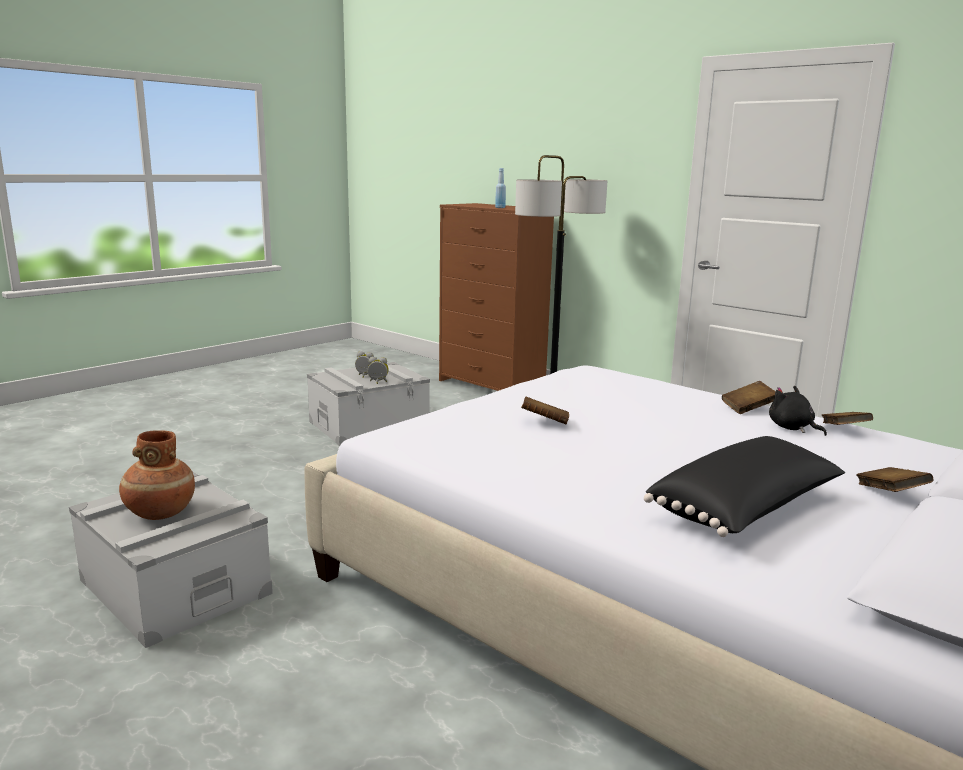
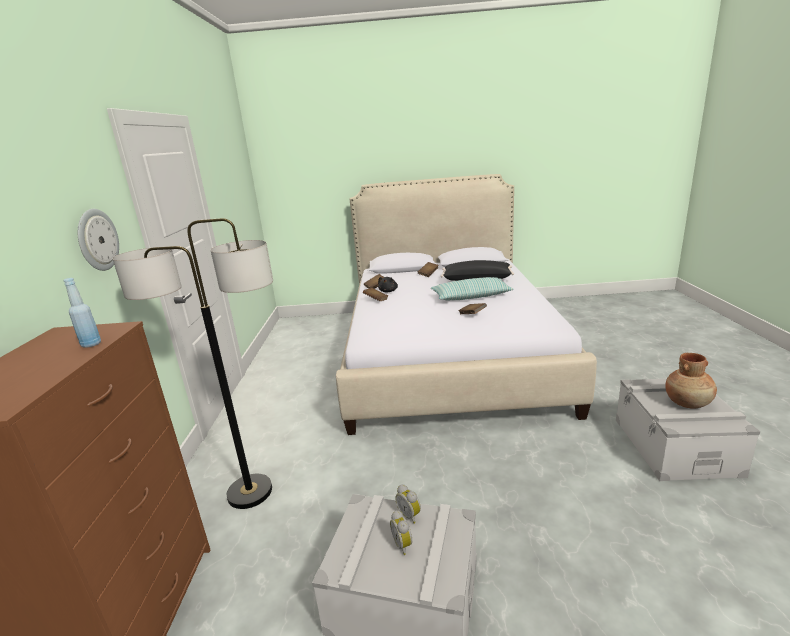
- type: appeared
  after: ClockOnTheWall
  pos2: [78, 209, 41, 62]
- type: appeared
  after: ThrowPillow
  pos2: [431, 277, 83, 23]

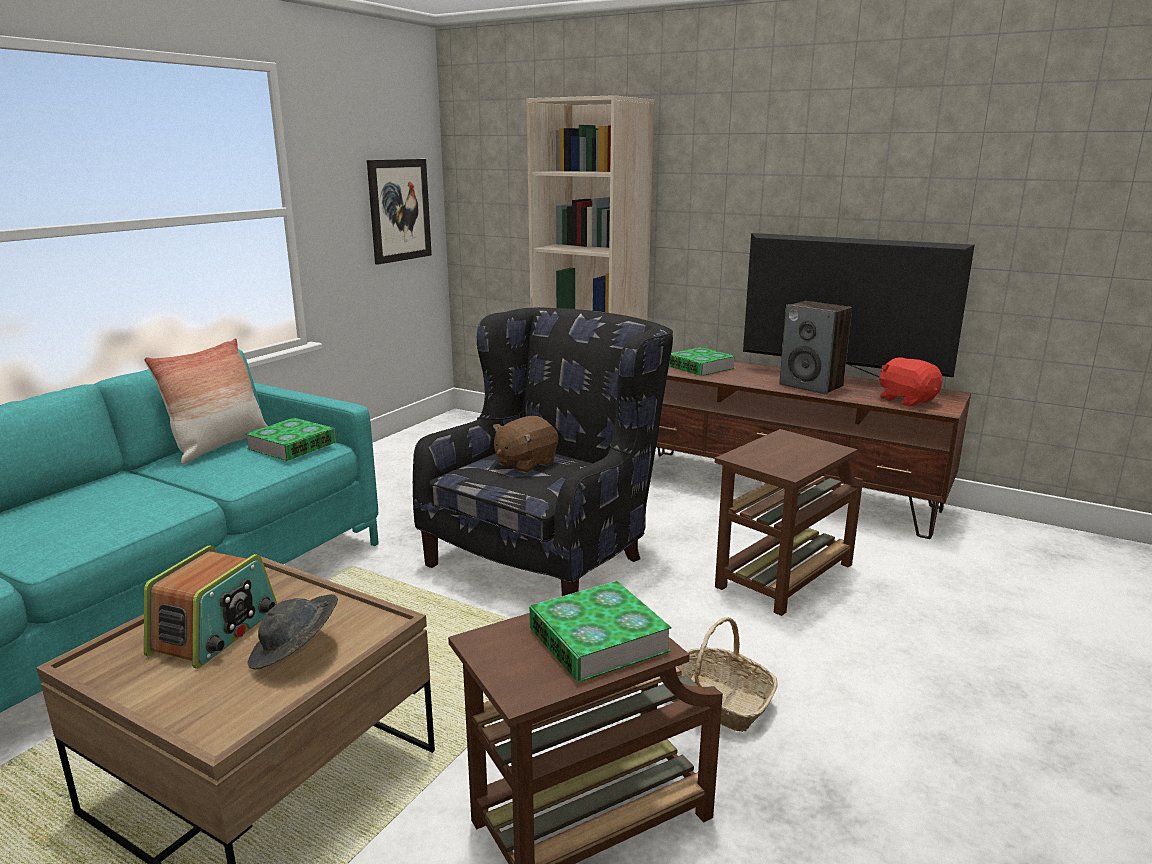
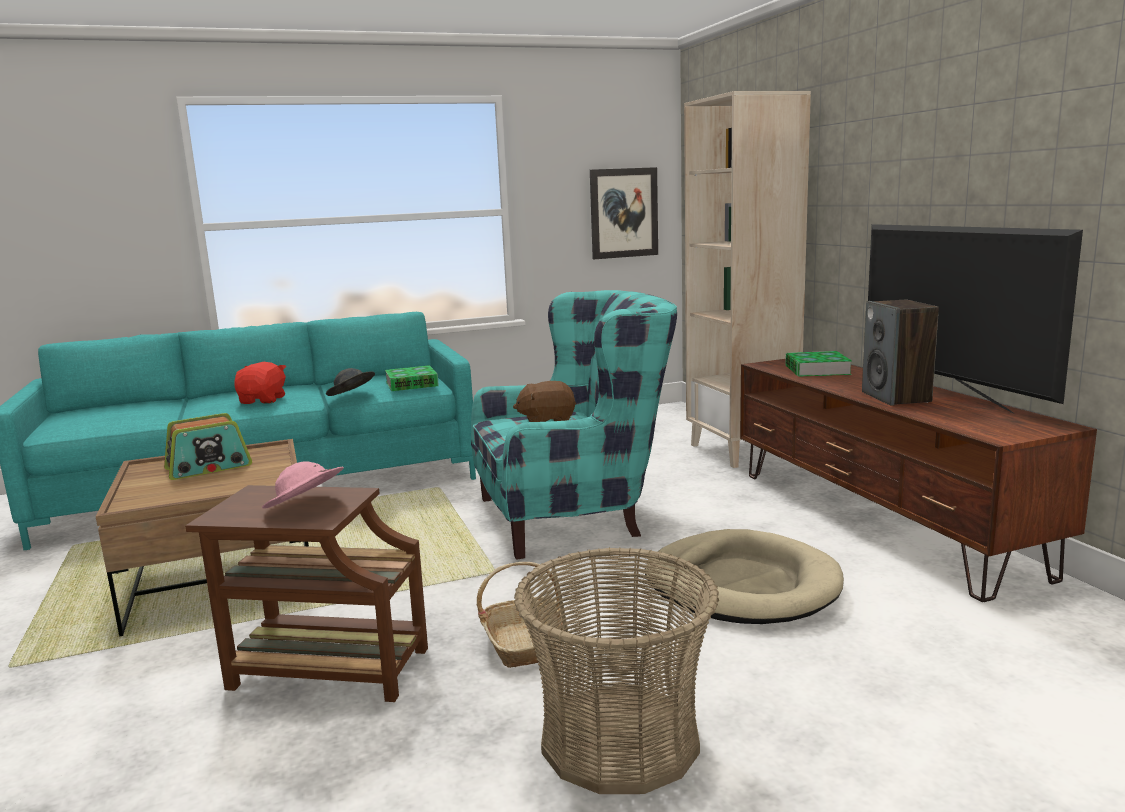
- type: relocated
  before: RedCuddlyToy
  pos1: [879, 357, 64, 50]
  pos2: [235, 362, 51, 42]
- type: exchanged
  before: BoundBook
  after: PinkWearableHat
  pos1: [529, 581, 142, 101]
  pos2: [262, 461, 82, 48]
- type: relocated
  before: GreyishWearableHat
  pos1: [248, 594, 90, 75]
  pos2: [326, 368, 49, 28]
- type: colour
  before: BlackishEasyChair
  after: TurquoiseColouredEasyChair
  pos1: [413, 307, 260, 289]
  pos2: [471, 290, 206, 270]
- type: appeared
  after: HouseholdBasket
  pos2: [514, 547, 205, 247]
- type: exchanged
  before: BrownColouredAccentTable
  after: BeigePetBed
  pos1: [715, 429, 148, 187]
  pos2: [645, 529, 199, 95]
- type: missing
  before: ThrowPillow
  pos1: [144, 338, 124, 126]

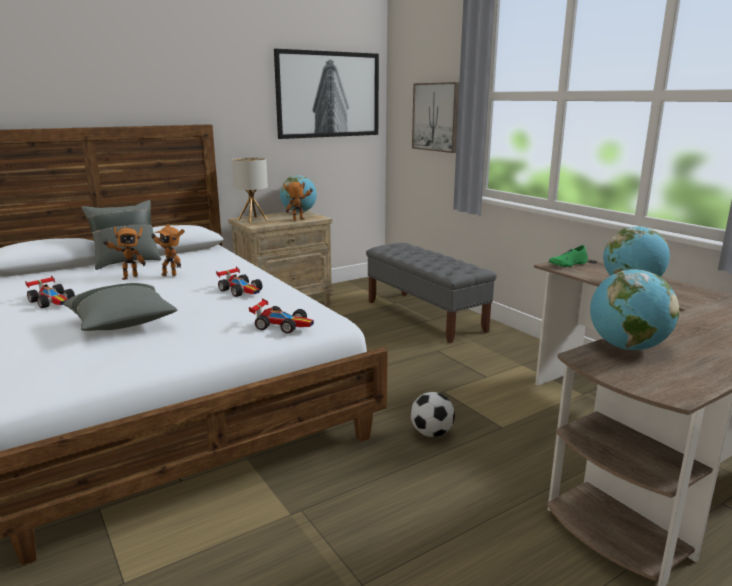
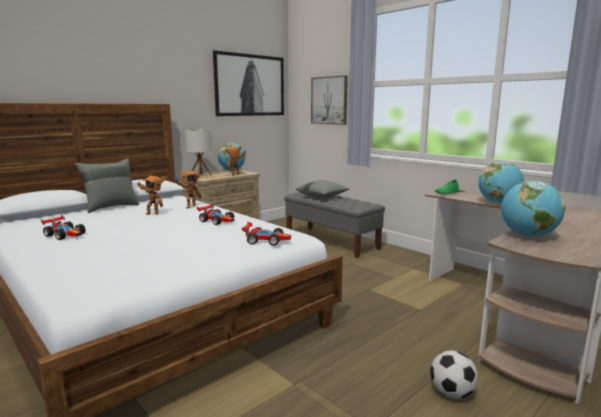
- type: relocated
  before: RobotFigure
  pos1: [102, 226, 44, 54]
  pos2: [175, 170, 26, 38]
- type: relocated
  before: GreyishThrowPillow
  pos1: [63, 283, 115, 48]
  pos2: [296, 180, 53, 18]
- type: relocated
  before: Football
  pos1: [410, 392, 45, 45]
  pos2: [430, 351, 48, 48]

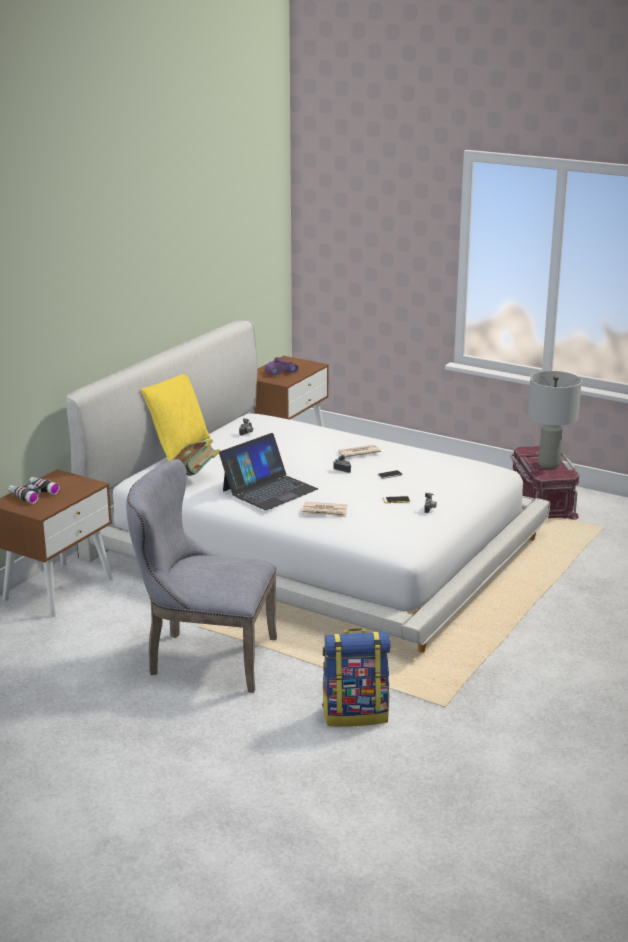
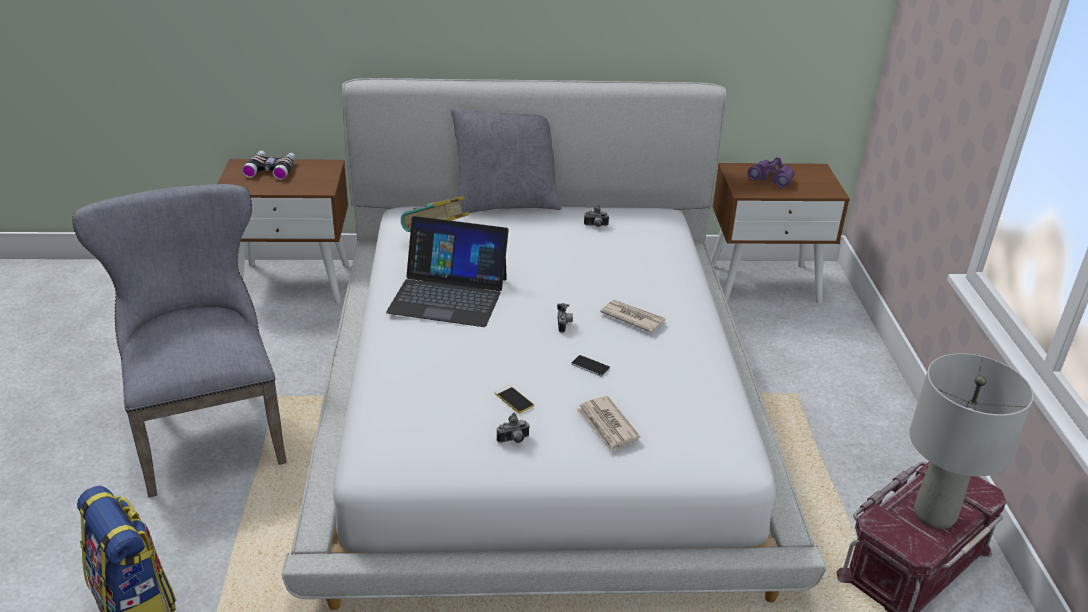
- type: colour
  before: YellowishThrowPillow
  after: GreyishThrowPillow
  pos1: [141, 374, 69, 87]
  pos2: [451, 108, 110, 105]
- type: relocated
  before: DailyPaper
  pos1: [302, 502, 45, 15]
  pos2: [576, 396, 64, 56]

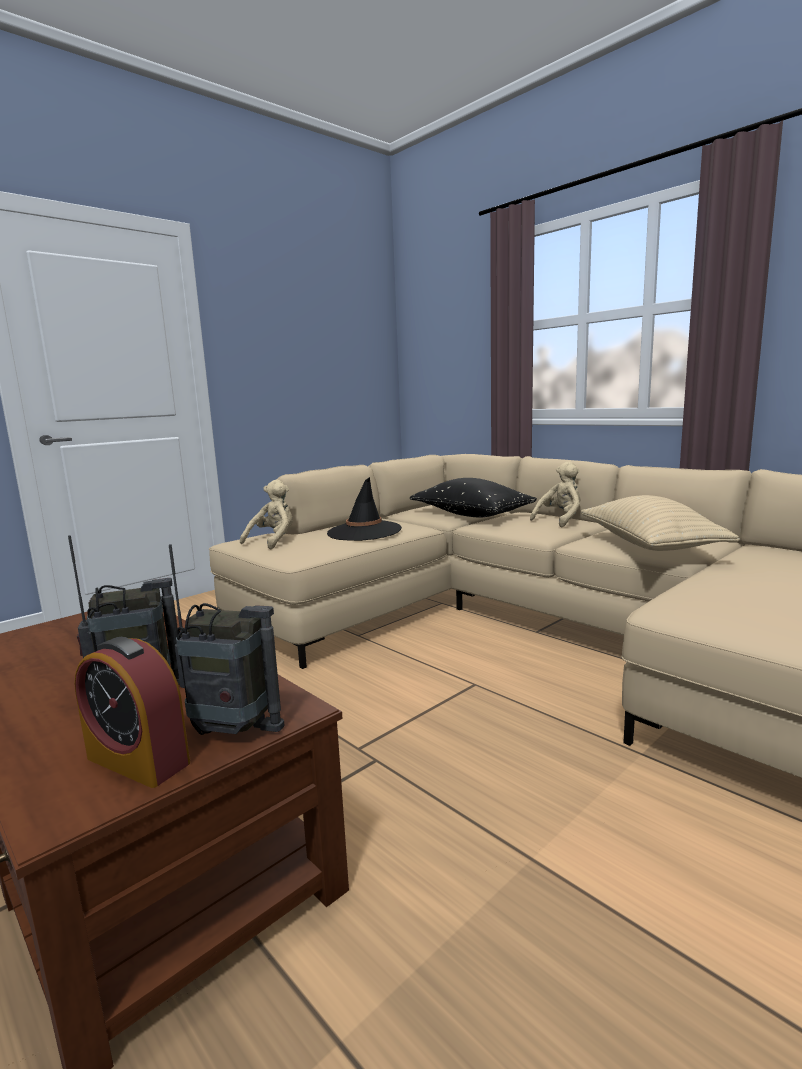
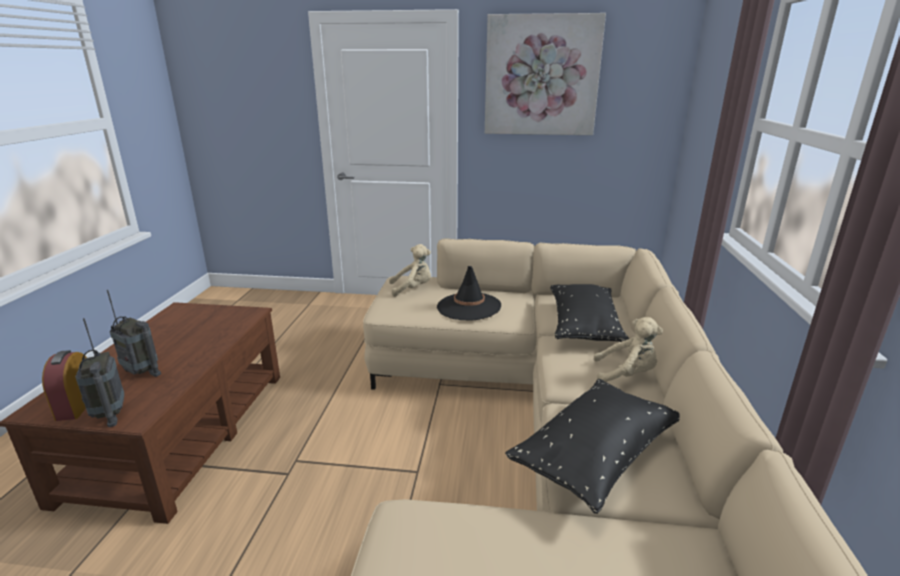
- type: appeared
  after: Picture
  pos2: [485, 13, 121, 122]
- type: colour
  before: BeigeThrowPillow
  after: BlackishThrowPillow
  pos1: [581, 495, 159, 56]
  pos2: [505, 379, 175, 135]

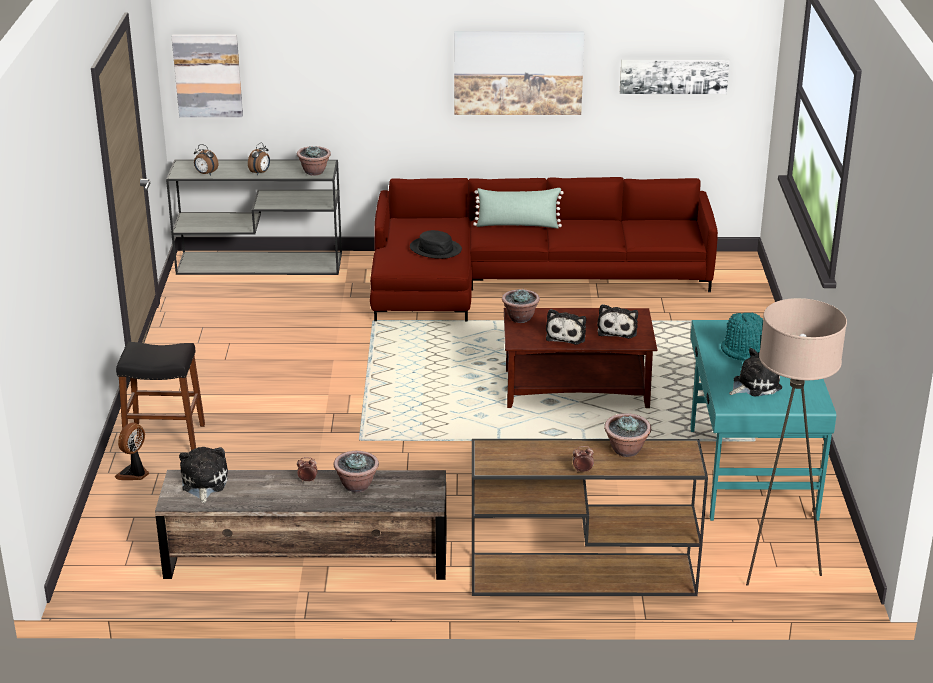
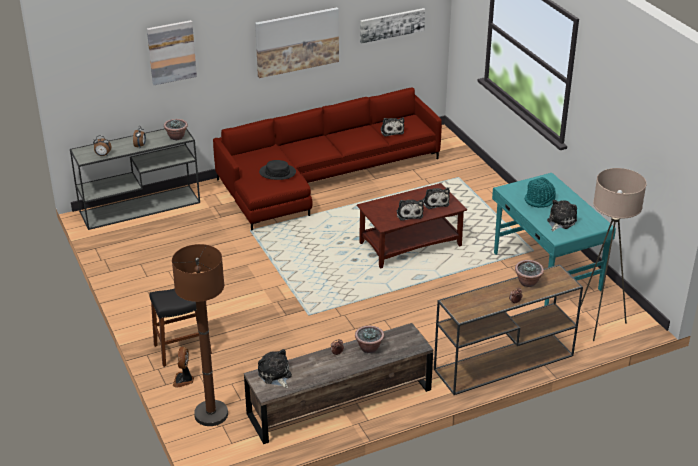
- type: relocated
  before: Picture
  pos1: [171, 34, 72, 83]
  pos2: [147, 20, 50, 65]
- type: appeared
  after: BrownColouredStandingLamp
  pos2: [172, 244, 56, 182]
- type: appeared
  after: CuddlyToy
  pos2: [380, 118, 24, 19]
- type: missing
  before: GreenColouredThrowPillow
  pos1: [473, 188, 91, 40]
- type: missing
  before: Houseplant
  pos1: [502, 289, 38, 34]

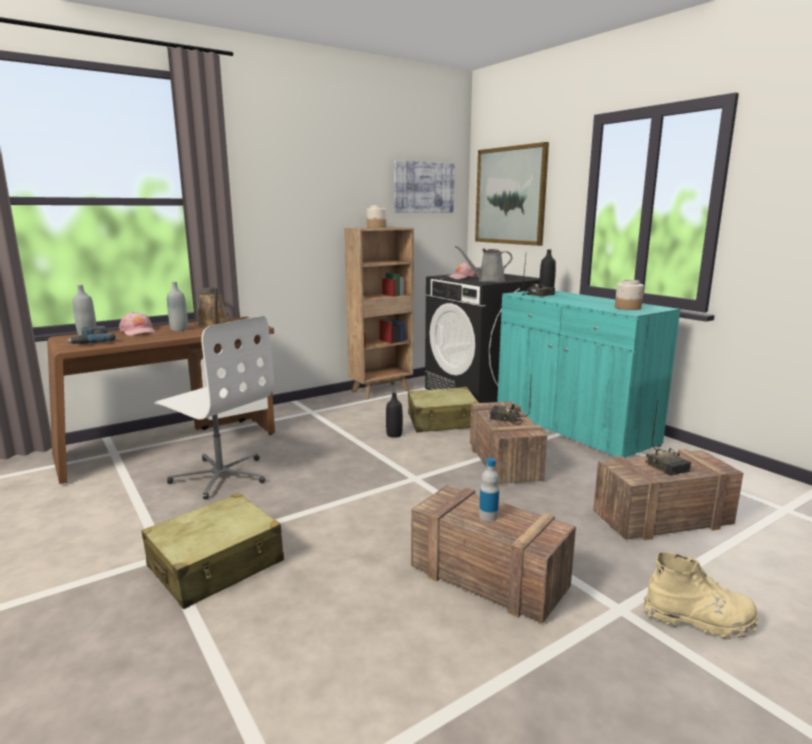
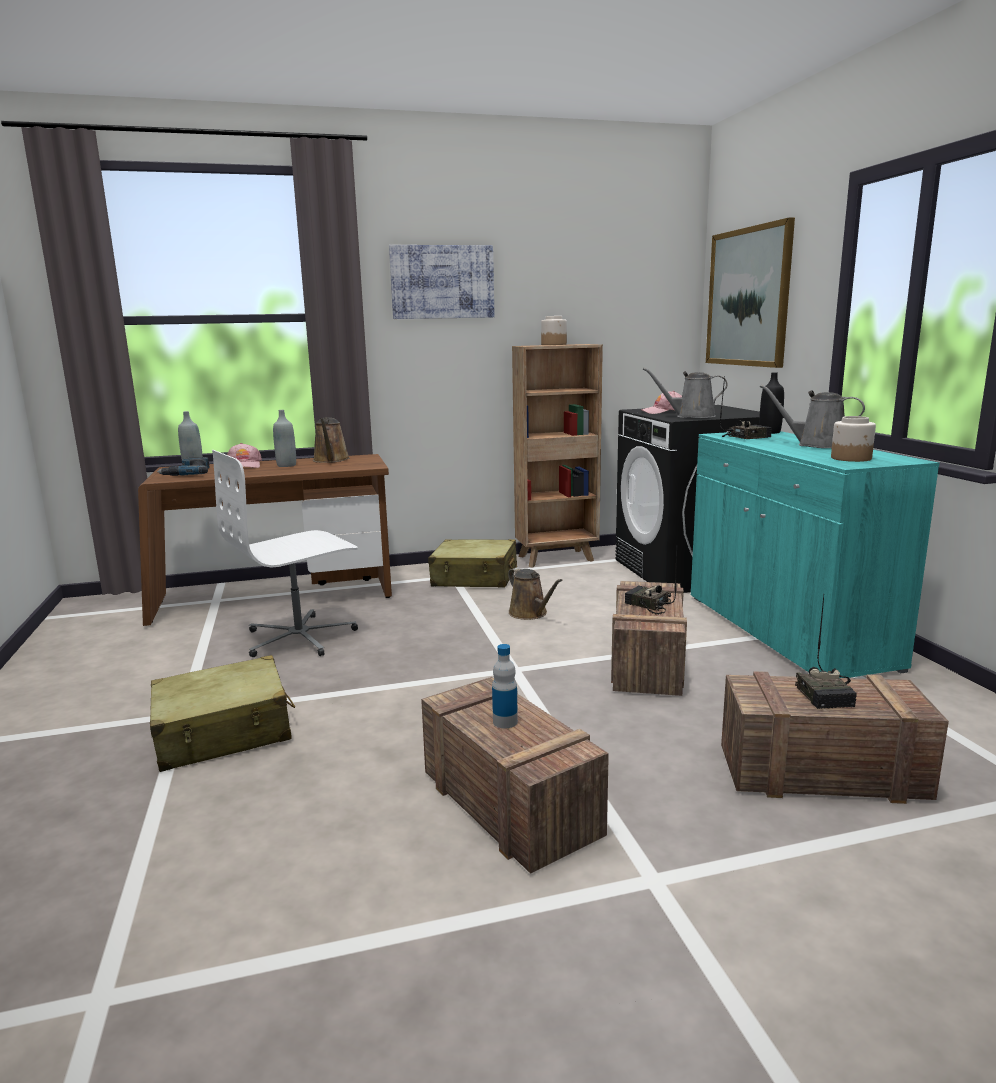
- type: spun
  before: WhiteOfficeChair
  pos1: [154, 316, 120, 183]
  pos2: [212, 450, 146, 207]
  turn: 90
- type: relocated
  before: Picture
  pos1: [394, 161, 61, 52]
  pos2: [389, 245, 105, 74]
- type: relocated
  before: BeigePieceOfLuggage
  pos1: [408, 387, 71, 46]
  pos2: [428, 539, 89, 49]
- type: exchanged
  before: BlackishBottle
  after: BrownColouredWateringCan
  pos1: [386, 393, 17, 45]
  pos2: [508, 567, 54, 53]
- type: appeared
  after: GreyishWateringCan
  pos2: [760, 385, 105, 63]
- type: missing
  before: BeigeBoot
  pos1: [643, 552, 116, 87]

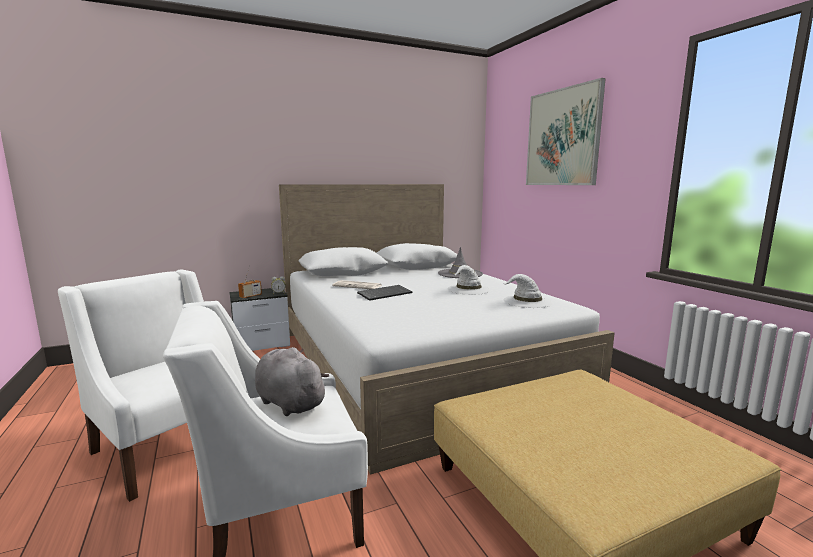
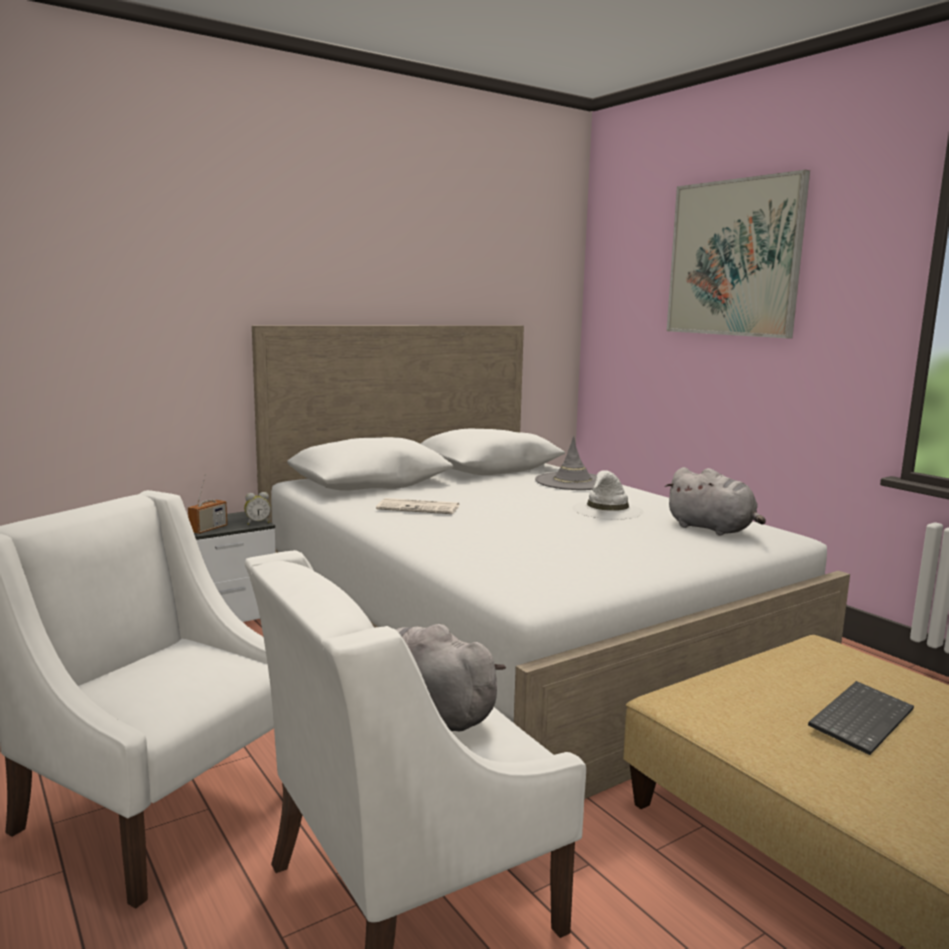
- type: exchanged
  before: WhiteWearableHat
  after: GreyishCuddlyToy
  pos1: [503, 274, 50, 34]
  pos2: [665, 467, 101, 68]
- type: relocated
  before: ComputerKeyboard
  pos1: [357, 285, 56, 16]
  pos2: [808, 681, 106, 74]

